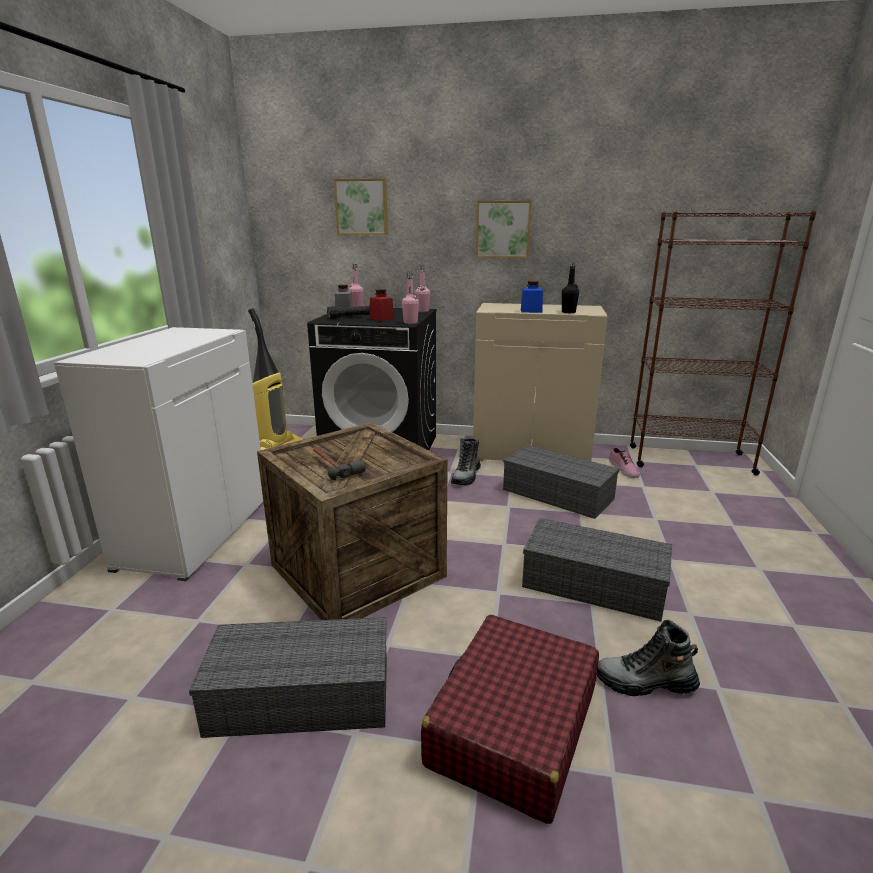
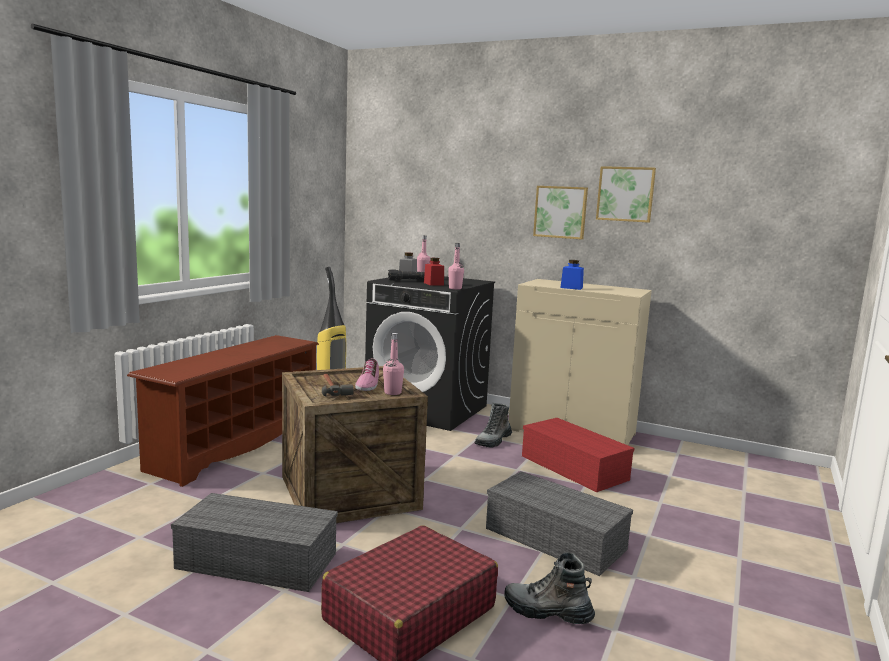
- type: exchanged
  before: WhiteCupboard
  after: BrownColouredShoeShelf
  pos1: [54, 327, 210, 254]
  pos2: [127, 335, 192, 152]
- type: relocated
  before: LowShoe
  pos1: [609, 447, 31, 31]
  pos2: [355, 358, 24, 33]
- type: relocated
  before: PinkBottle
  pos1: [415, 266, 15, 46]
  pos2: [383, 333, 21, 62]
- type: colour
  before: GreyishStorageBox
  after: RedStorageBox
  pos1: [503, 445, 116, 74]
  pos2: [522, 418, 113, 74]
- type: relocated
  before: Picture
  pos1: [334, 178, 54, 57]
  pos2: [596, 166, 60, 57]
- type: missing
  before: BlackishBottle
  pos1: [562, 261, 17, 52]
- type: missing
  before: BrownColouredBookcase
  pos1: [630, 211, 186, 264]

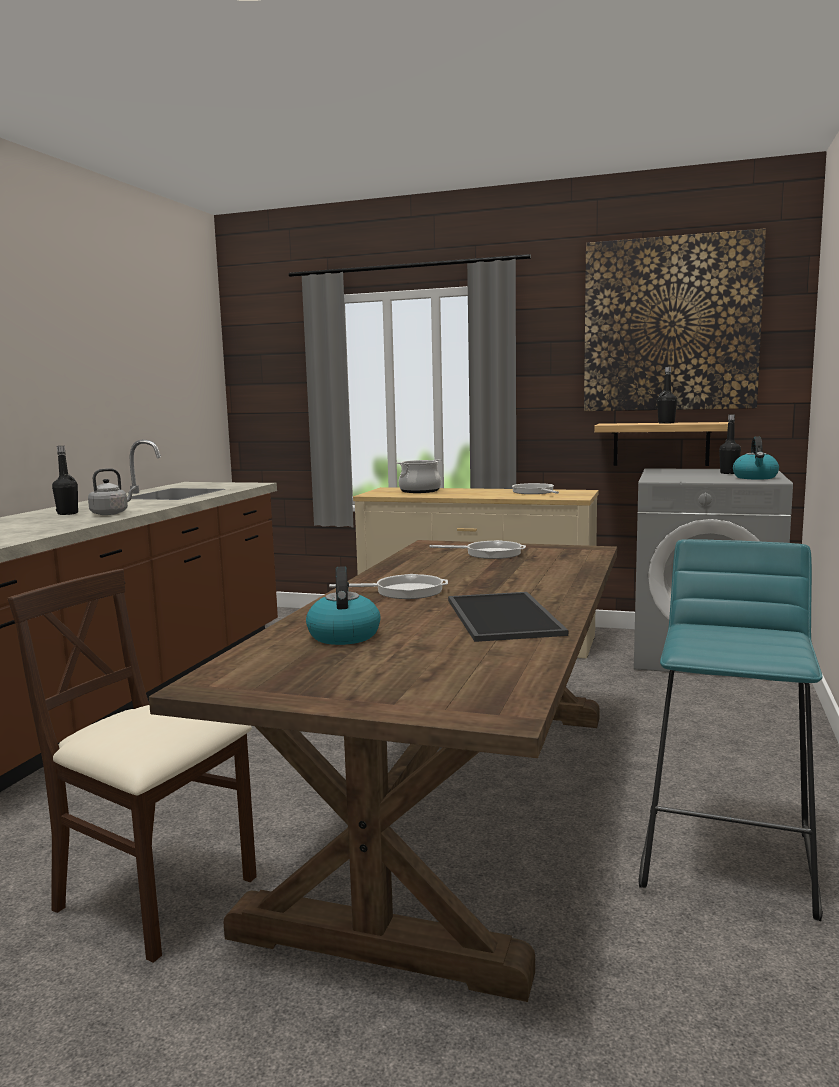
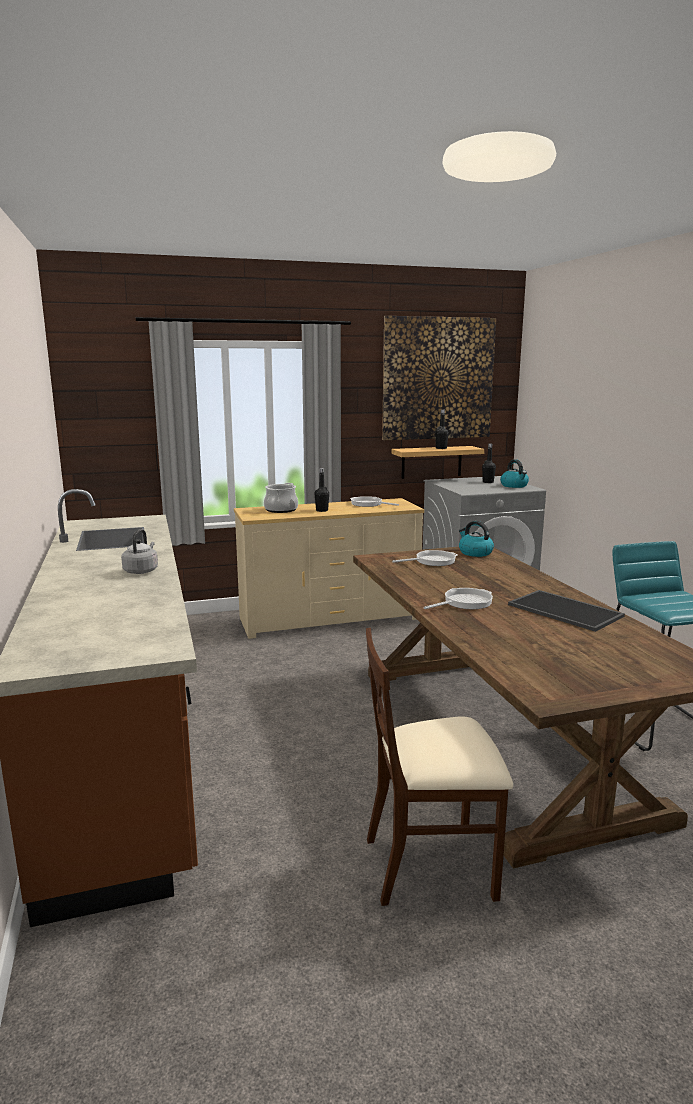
- type: relocated
  before: BlackishBottle
  pos1: [52, 446, 26, 69]
  pos2: [315, 468, 14, 44]
- type: relocated
  before: WaterKettle
  pos1: [306, 566, 75, 79]
  pos2: [459, 521, 35, 36]

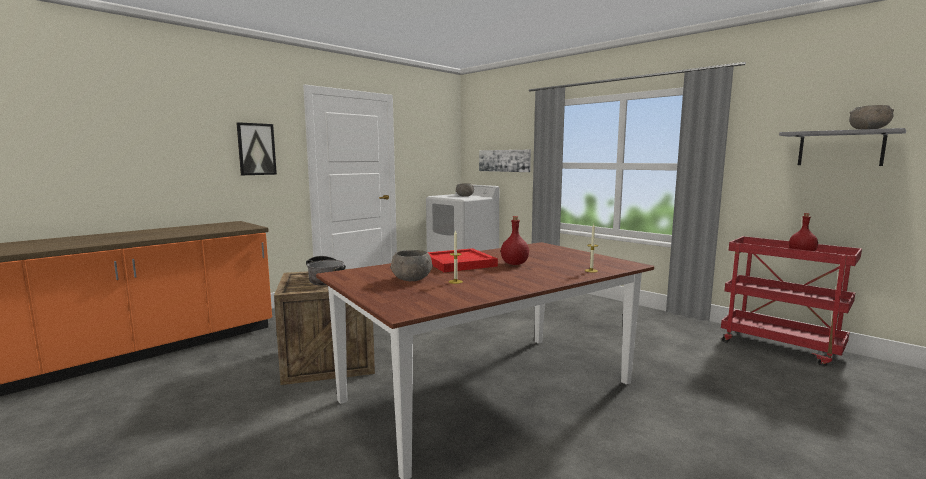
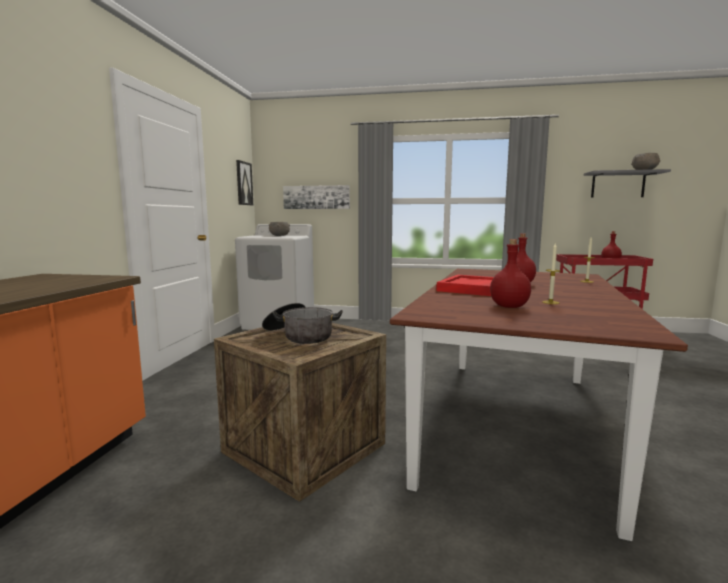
- type: relocated
  before: Picture
  pos1: [236, 122, 41, 53]
  pos2: [236, 160, 17, 45]
- type: exchanged
  before: GreyishDeepDish
  after: RedBottle
  pos1: [390, 250, 43, 31]
  pos2: [490, 239, 41, 69]

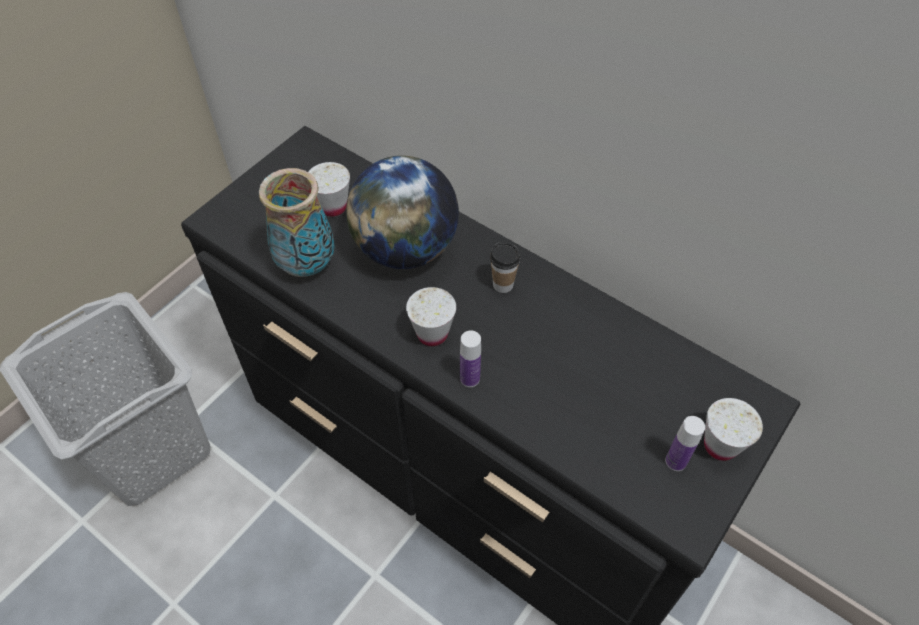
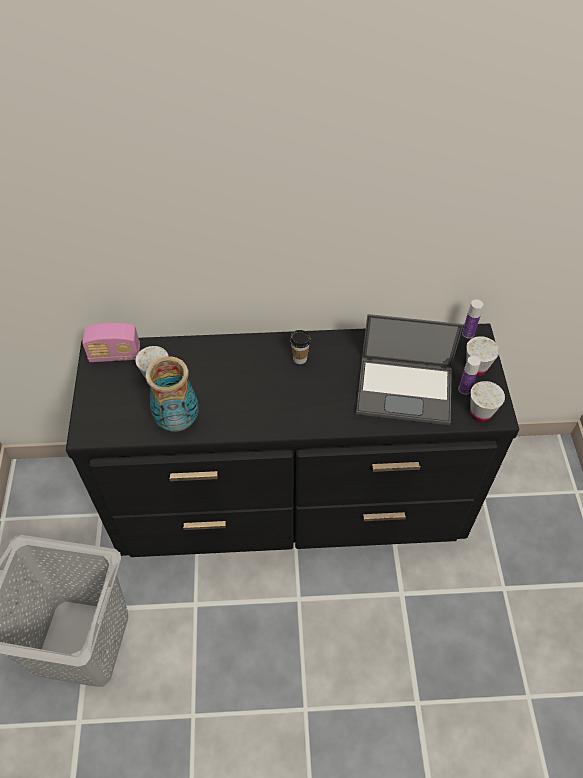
- type: appeared
  after: RadioReceiver
  pos2: [82, 323, 58, 39]
- type: appeared
  after: Laptop
  pos2: [356, 314, 107, 111]
- type: relocated
  before: Bottle
  pos1: [460, 330, 21, 57]
  pos2: [462, 299, 21, 40]
- type: relocated
  before: WhiteSmallCup
  pos1: [406, 287, 50, 59]
  pos2: [470, 381, 35, 41]
- type: missing
  before: Globe
  pos1: [346, 156, 113, 113]

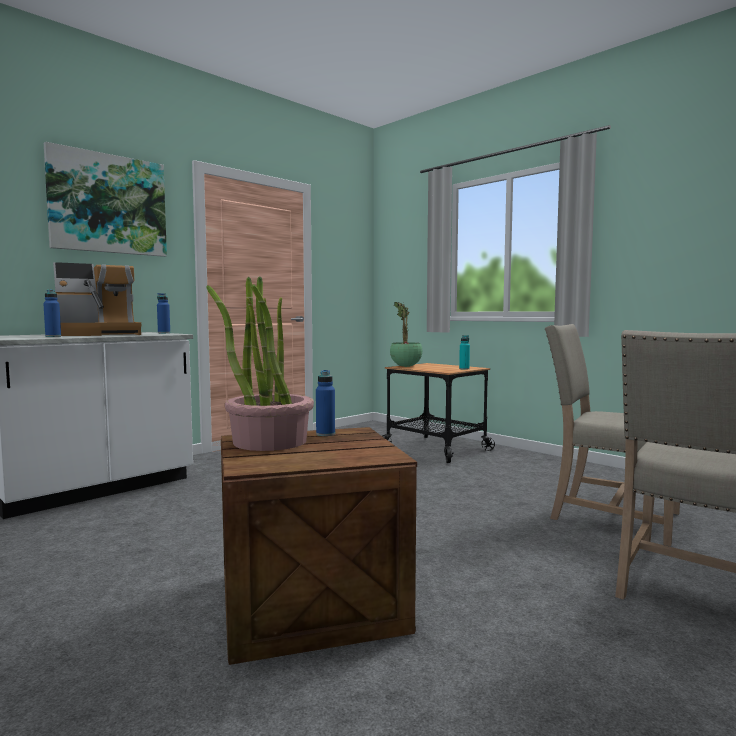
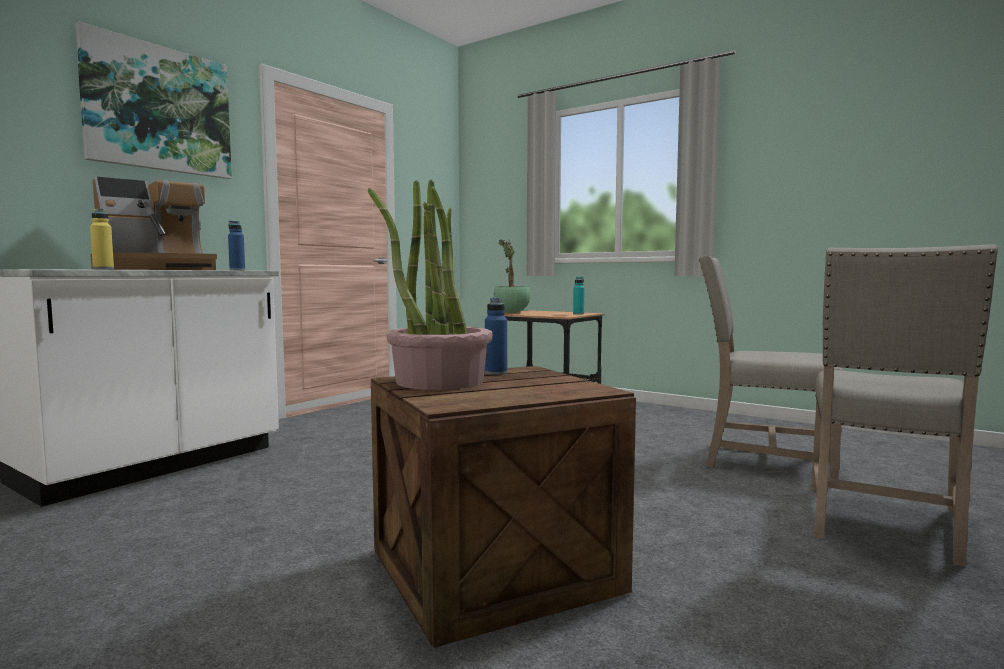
- type: colour
  before: BluishBottle
  after: YellowishBottle
  pos1: [43, 290, 18, 47]
  pos2: [90, 208, 24, 62]

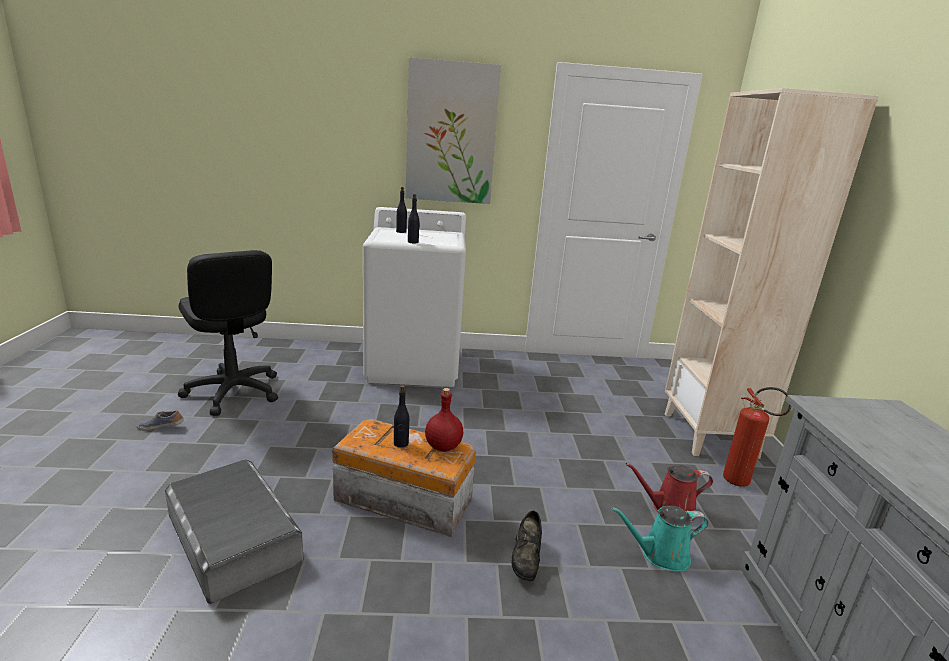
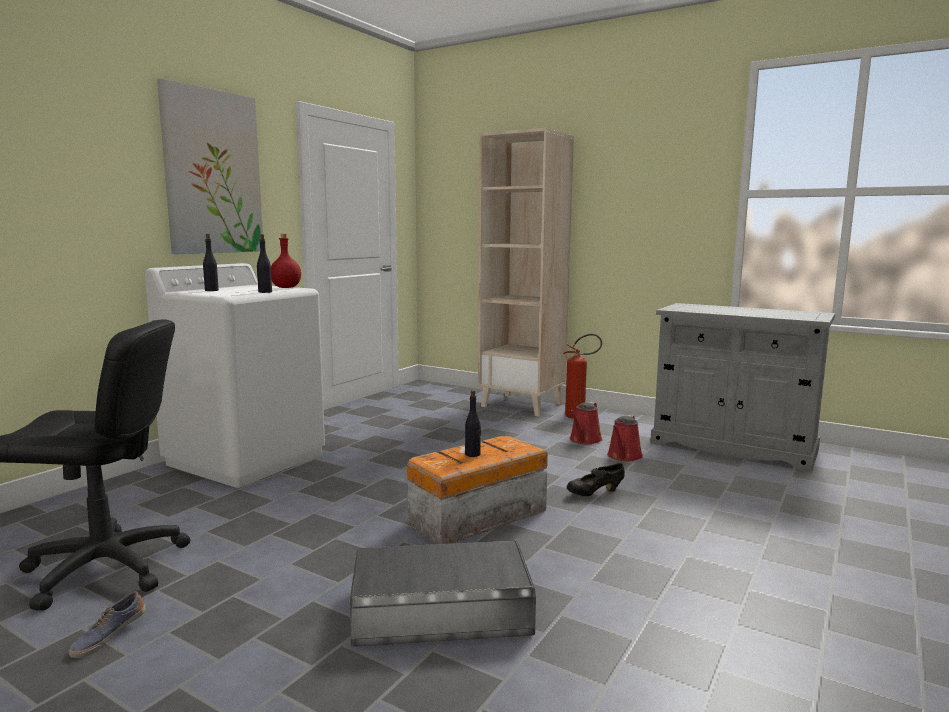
- type: relocated
  before: RedBottle
  pos1: [425, 388, 38, 64]
  pos2: [271, 234, 30, 54]
- type: spun
  before: BlackishLowShoe
  pos1: [511, 511, 31, 70]
  pos2: [567, 463, 58, 33]
  turn: 120
- type: colour
  before: TurquoiseColouredWateringCan
  after: RedWateringCan
  pos1: [611, 506, 98, 66]
  pos2: [607, 415, 36, 46]

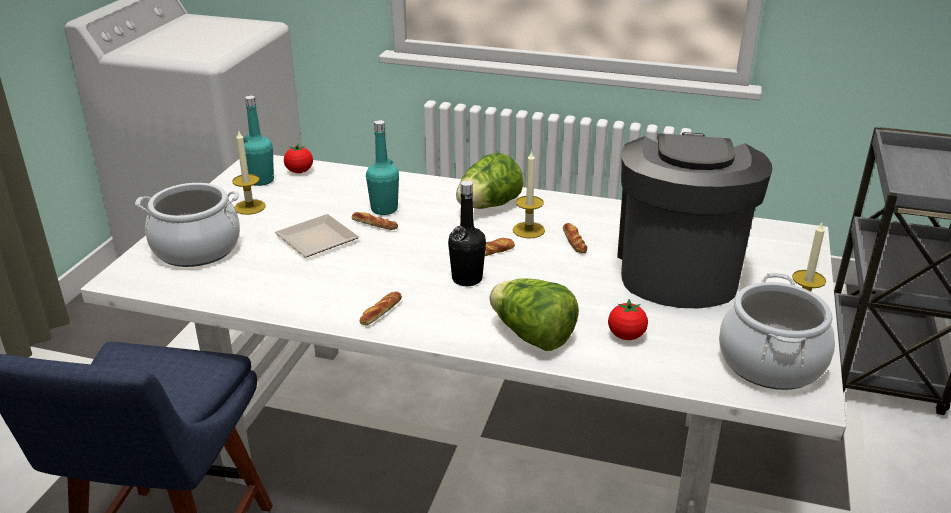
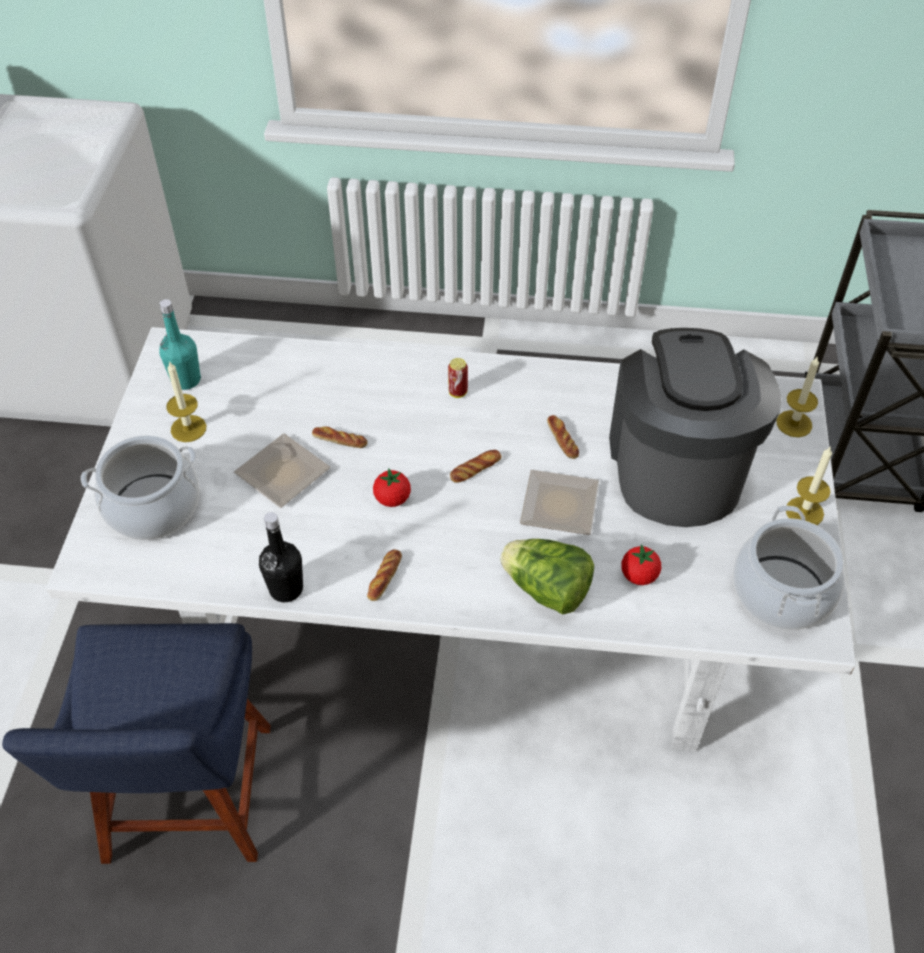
- type: relocated
  before: BlackishBottle
  pos1: [448, 181, 38, 105]
  pos2: [259, 512, 44, 90]
- type: relocated
  before: WholeTomato
  pos1: [284, 144, 29, 29]
  pos2: [373, 468, 38, 39]
- type: exchanged
  before: HeadOfLettuce
  after: MetalCan
  pos1: [456, 153, 67, 56]
  pos2: [448, 358, 20, 40]
- type: appeared
  after: FlatDish
  pos2: [520, 470, 79, 65]
- type: relocated
  before: WaxCandle
  pos1: [513, 150, 32, 88]
  pos2: [777, 356, 42, 81]
- type: missing
  before: TurquoiseColouredBottle
  pos1: [366, 120, 33, 95]

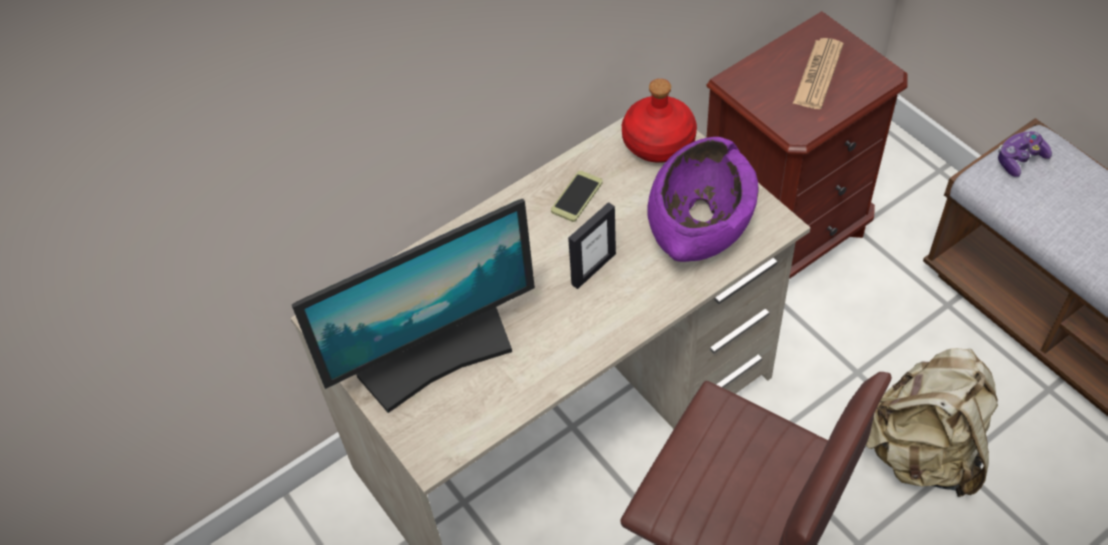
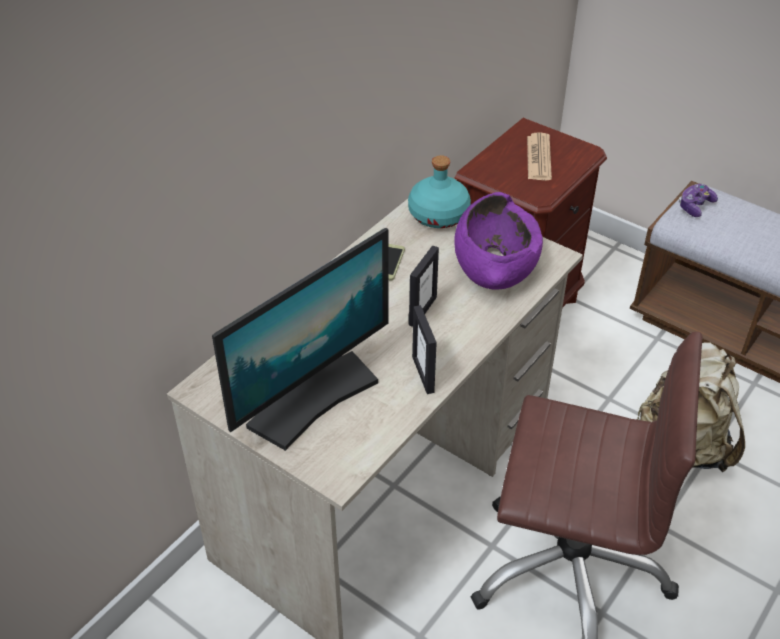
- type: colour
  before: RedBottle
  after: TurquoiseColouredBottle
  pos1: [622, 79, 75, 84]
  pos2: [408, 155, 63, 73]
- type: appeared
  after: StandingFrame
  pos2: [412, 305, 25, 89]

